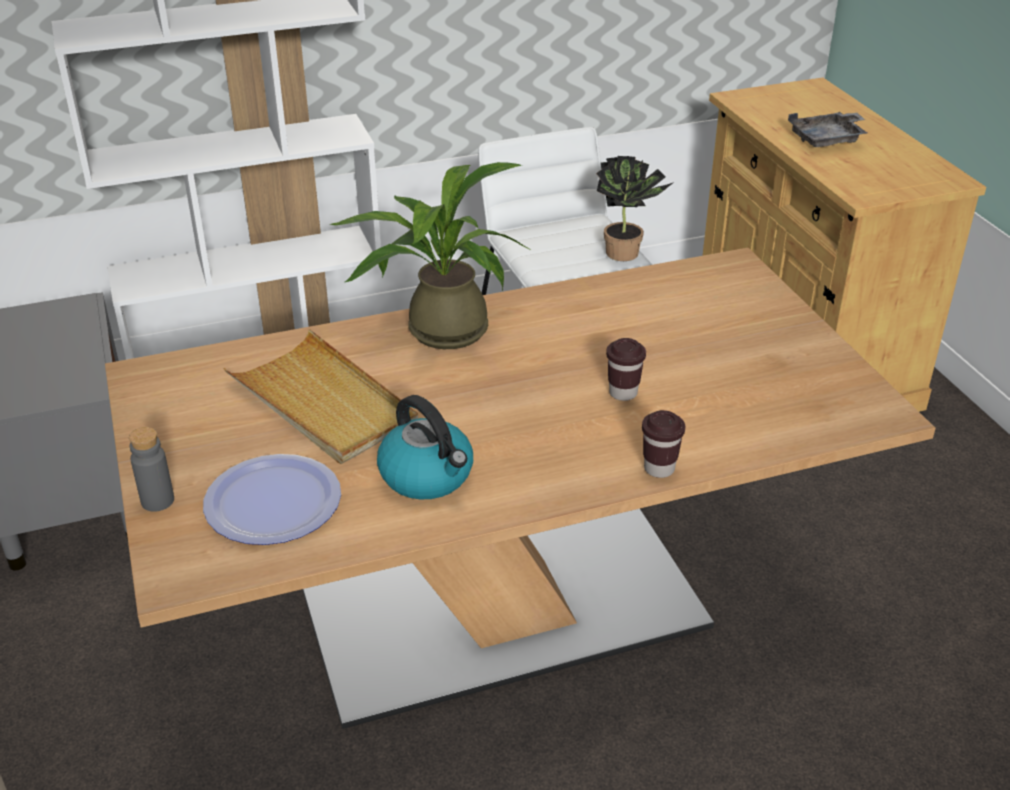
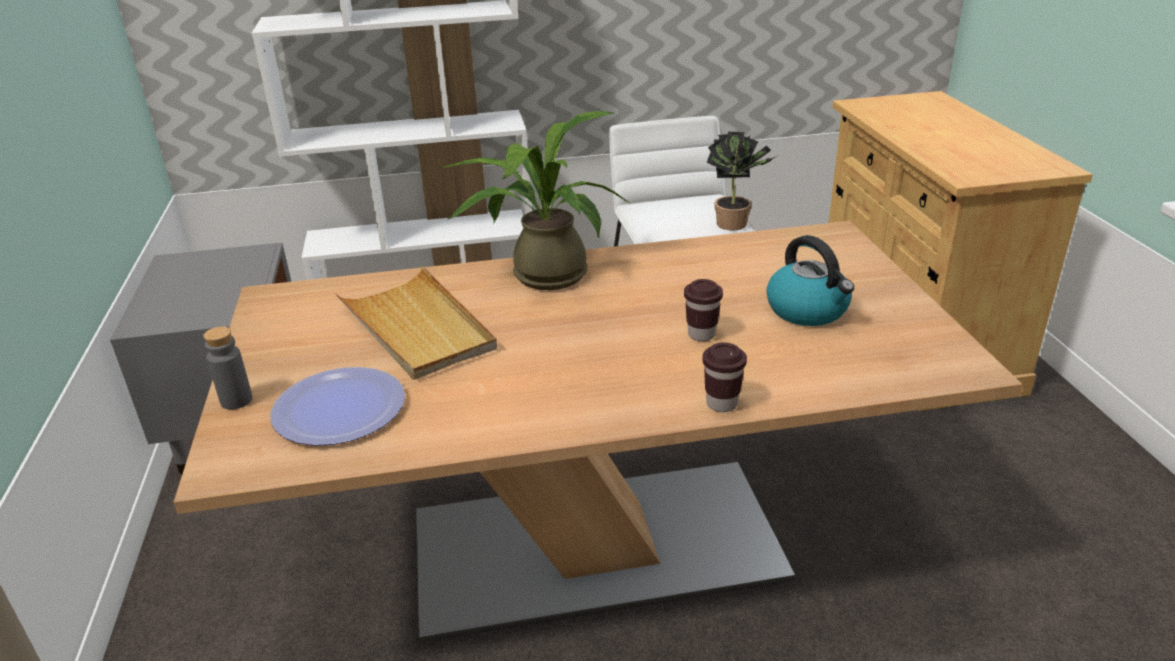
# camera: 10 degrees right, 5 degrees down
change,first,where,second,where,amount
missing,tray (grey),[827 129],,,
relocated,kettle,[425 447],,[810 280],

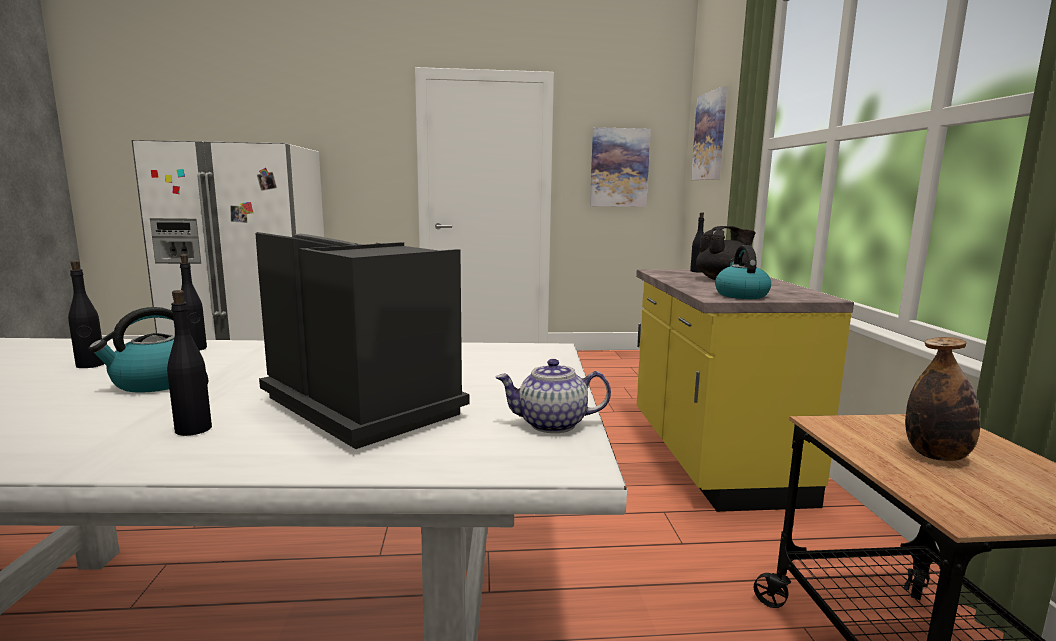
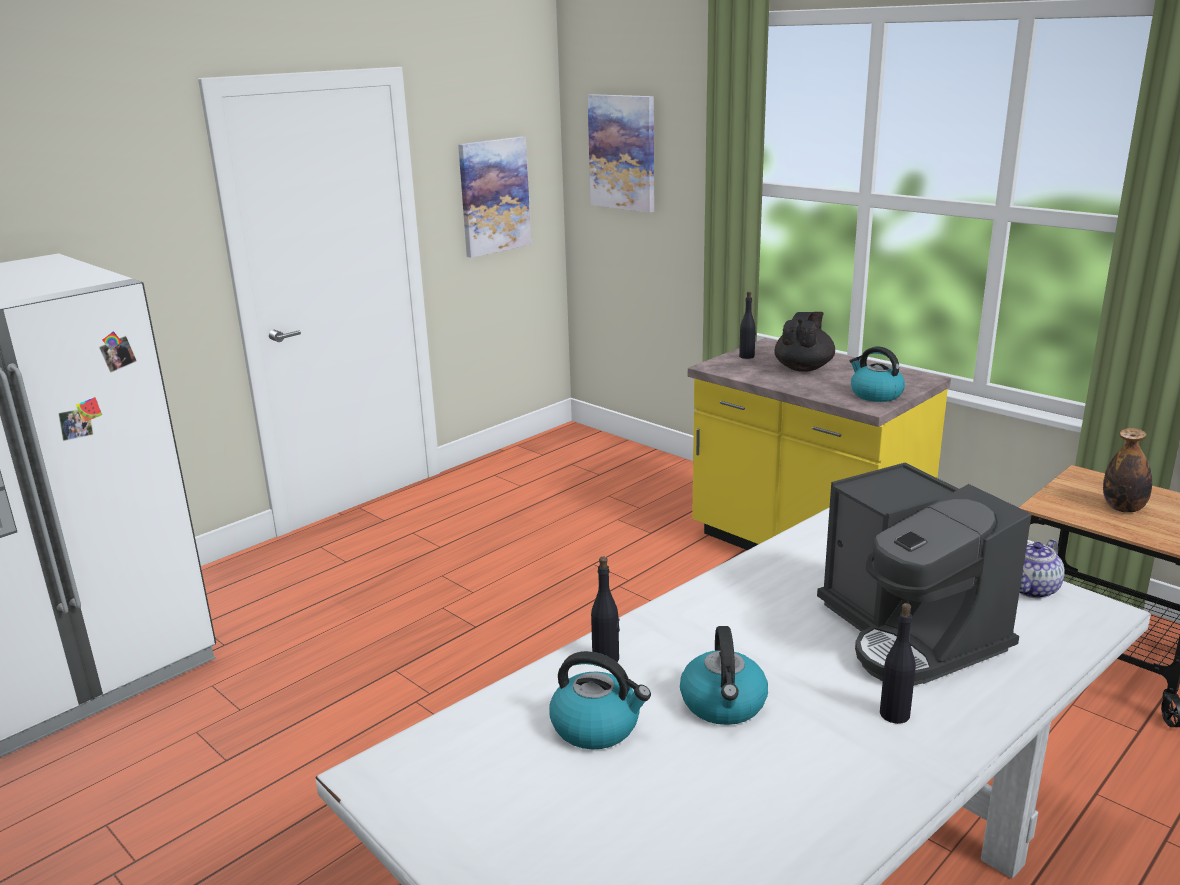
# camera: 40 degrees left, 10 degrees up
change,first,where,second,where,amount
spun,coffee machine,[363 340],,[924 574],120 degrees counterclockwise
exchanged,bottle (black),[86 314],kettle,[600 700],

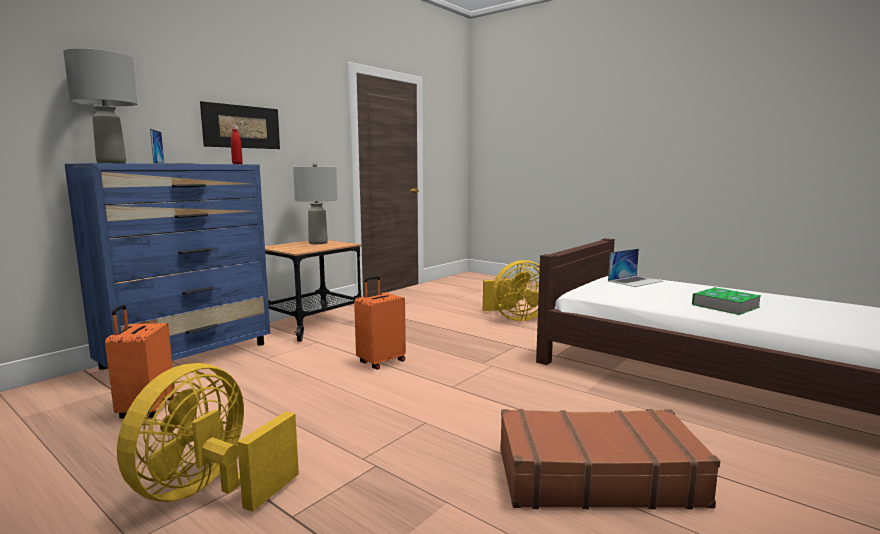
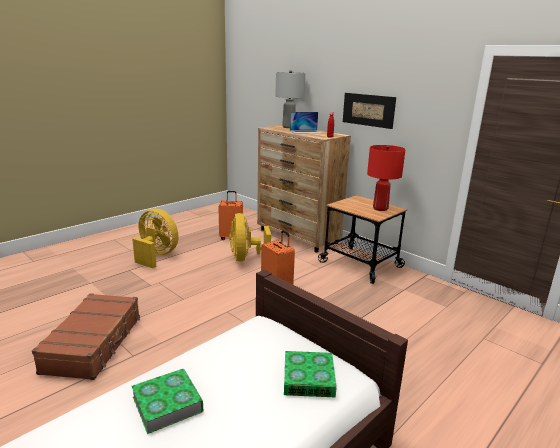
# camera: 95 degrees right, 10 degrees up
change,first,where,second,where,amount
colour,dresser (blue),[167 266],dresser (brown),[304 189],
colour,table lamp (grey),[315 203],table lamp (red),[386 178],
exchanged,laptop,[635 268],book,[310 374],
relocated,fan (yellow),[511 290],,[250 237],

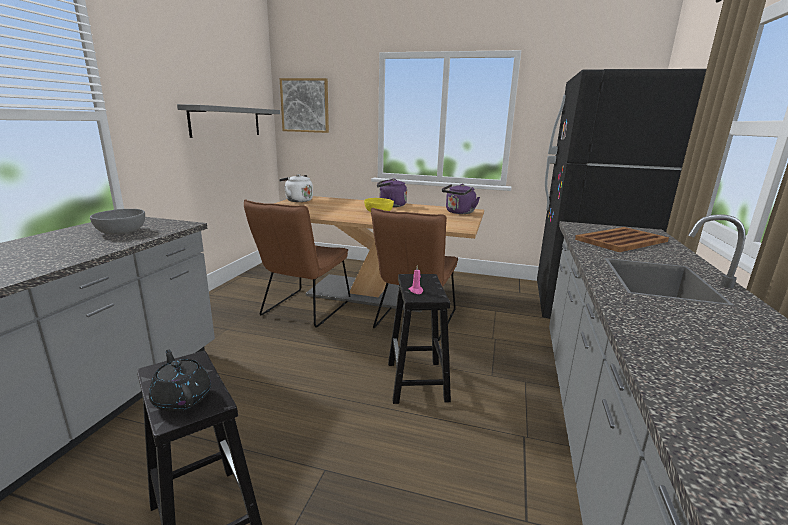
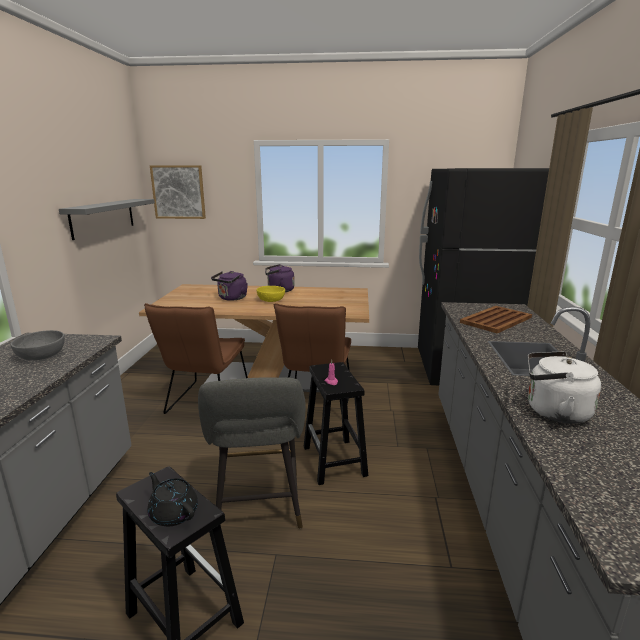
# camera: 10 degrees left, 0 degrees up
change,first,where,second,where,amount
relocated,kettle (white),[296 188],,[564 387],
relocated,kettle (purple),[461 199],,[229 286],
appeared,,,stool (grey),[252 453],

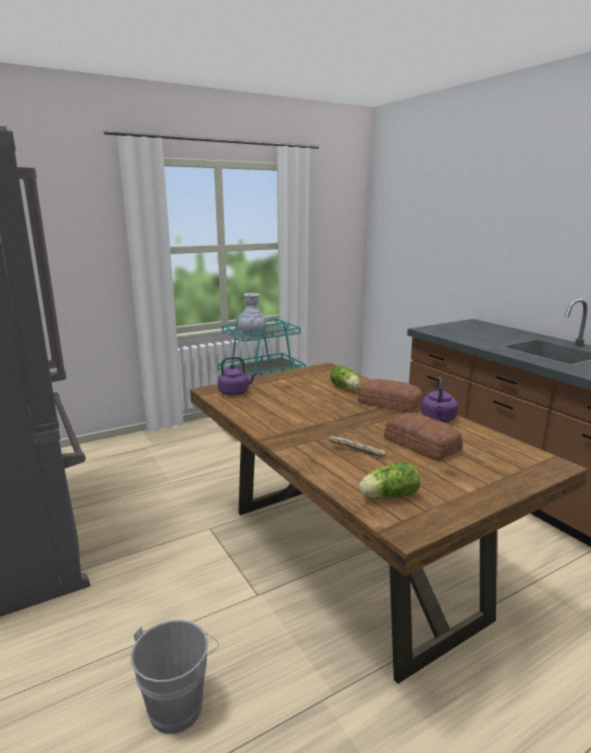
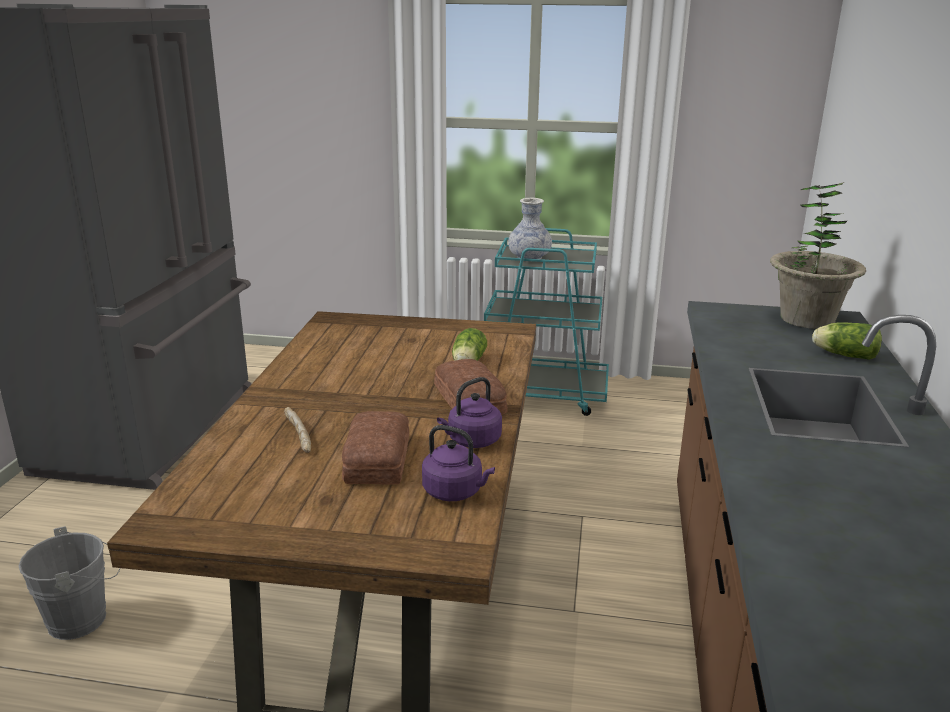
# camera: 40 degrees right, 5 degrees up
change,first,where,second,where,amount
relocated,kettle (purple),[237 376],,[458 463],
relocated,lettuce,[389 480],,[847 341],
appeared,,,potted plant,[818 255],

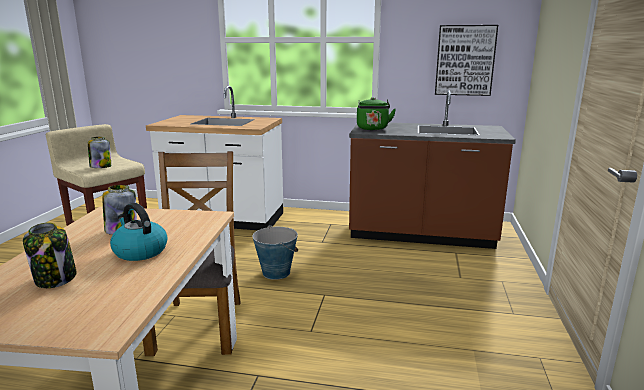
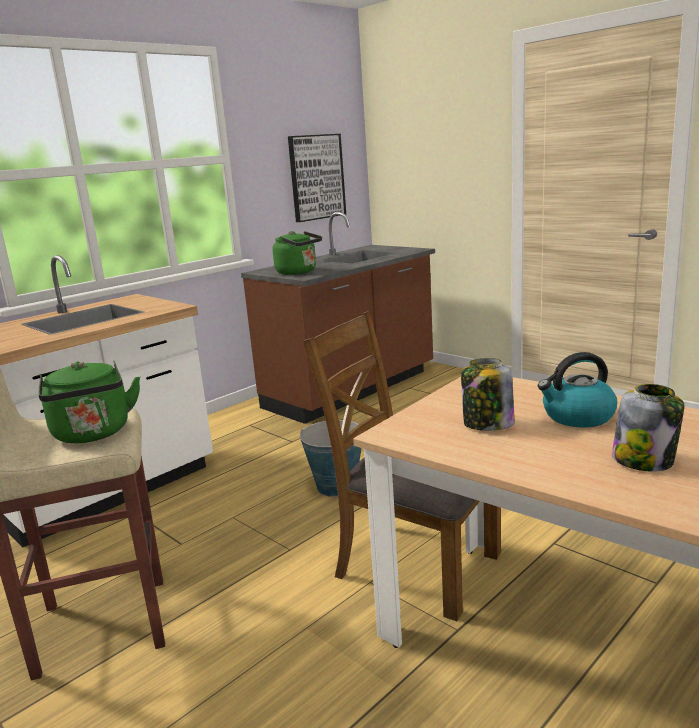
# camera: 55 degrees left, 0 degrees up
change,first,where,second,where,amount
exchanged,jar,[99 152],kettle (green),[89 401],

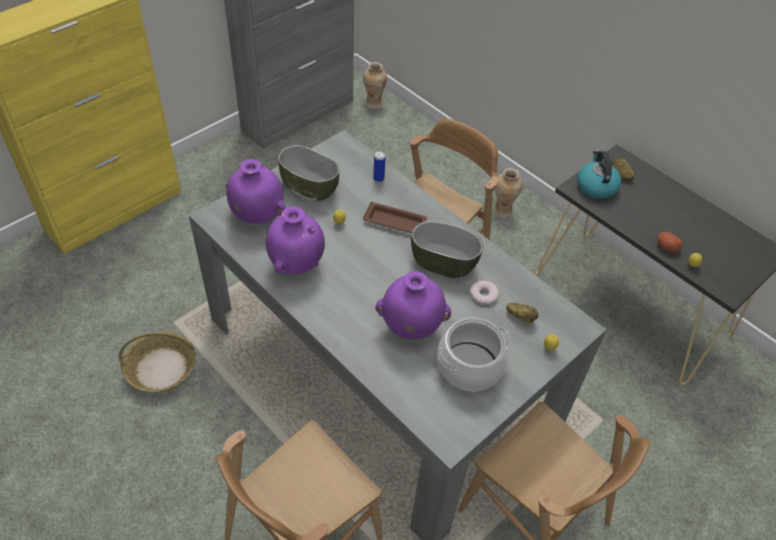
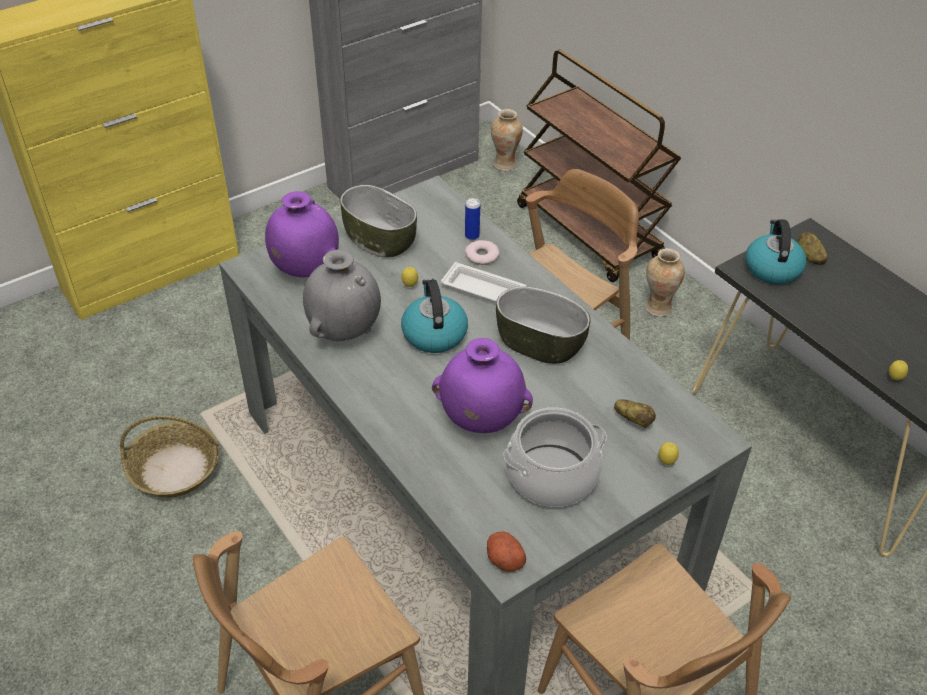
# camera: 10 degrees right, 5 degrees down
change,first,where,second,where,amount
colour,tray (brown),[395 217],tray (white),[483 282],
colour,vase (purple),[295 240],vase (grey),[342 295],
relocated,potato,[670 242],,[506 552],
relocated,donut,[484 292],,[482 252],
appeared,,,cart (brown),[599 166],
appeared,,,kettle,[434 315],

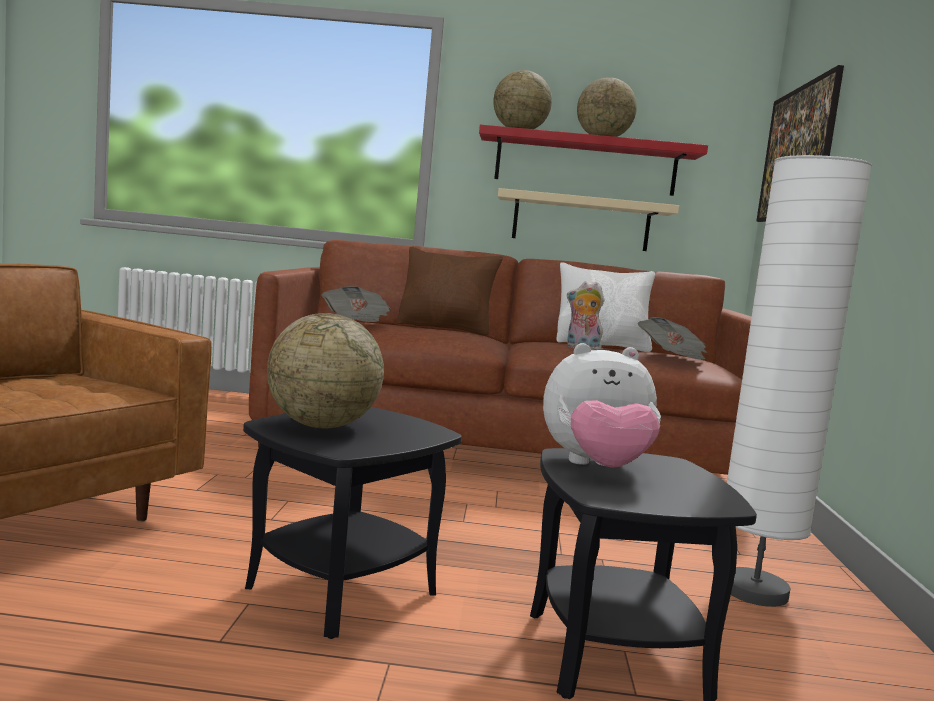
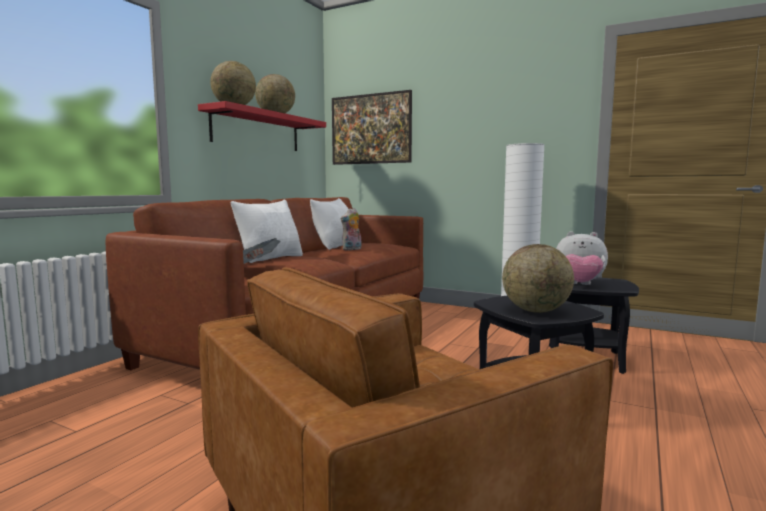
# camera: 65 degrees left, 0 degrees up
change,first,where,second,where,amount
missing,shelf (beige),[588 219],,,
colour,pillow (brown),[450 291],pillow (white),[267 231],
missing,newspaper,[673 338],,,
spun,plush toy,[602 405],,[582 258],90 degrees clockwise

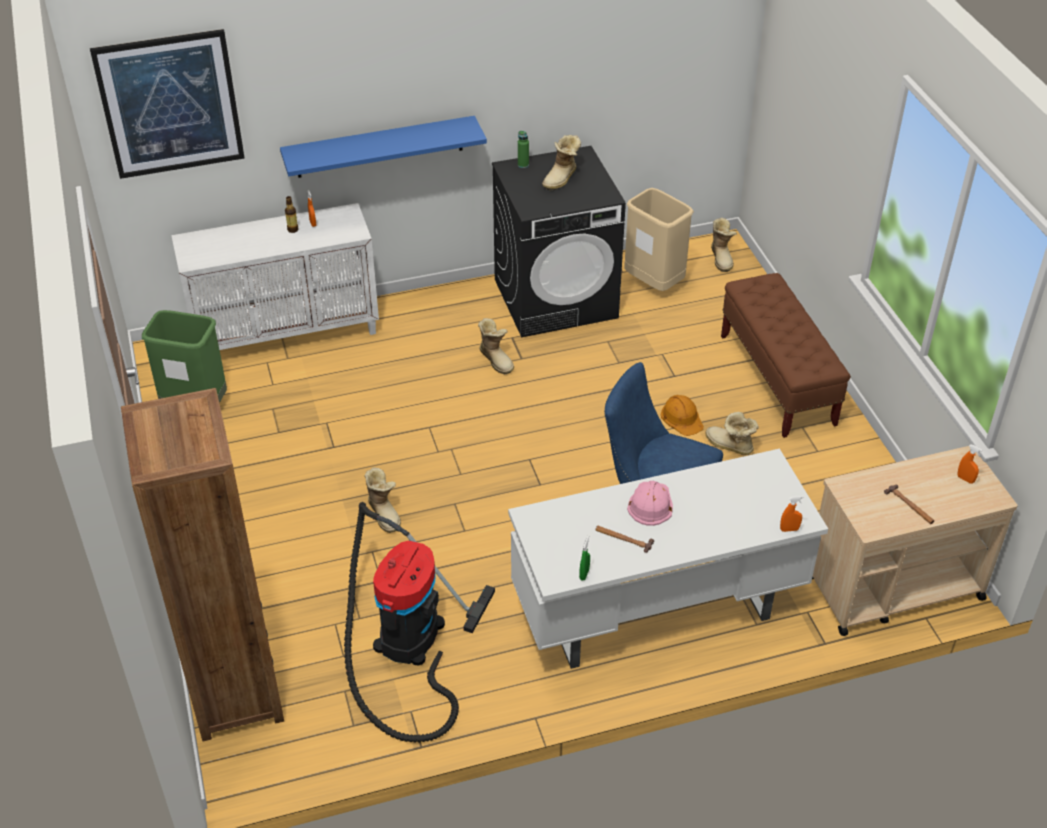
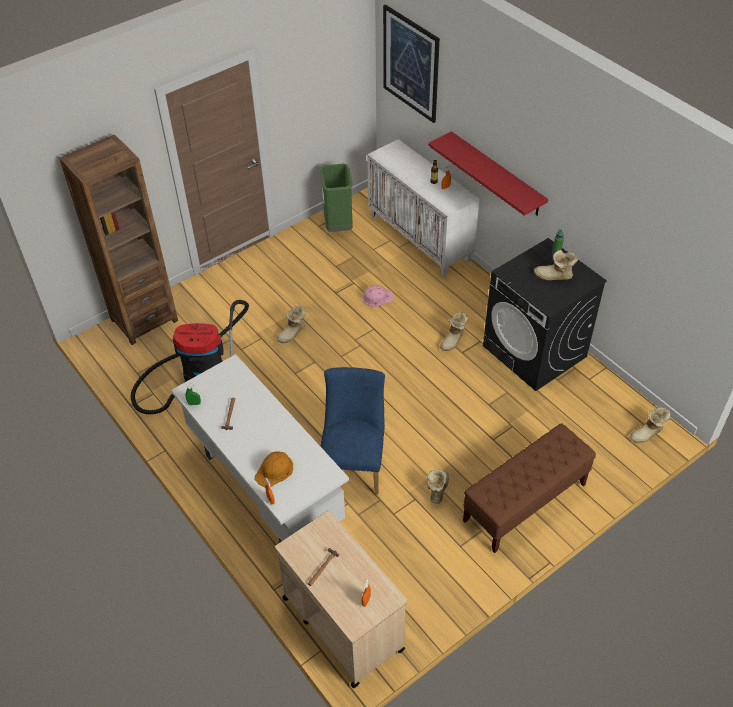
# camera: 70 degrees right, 5 degrees up
change,first,where,second,where,amount
colour,shelf (blue),[383 147],shelf (red),[488 173],
missing,trash can (beige),[659 239],,,
relocated,hard hat (orange),[682 415],,[273 469],
relocated,hard hat (pink),[650 503],,[378 296],

